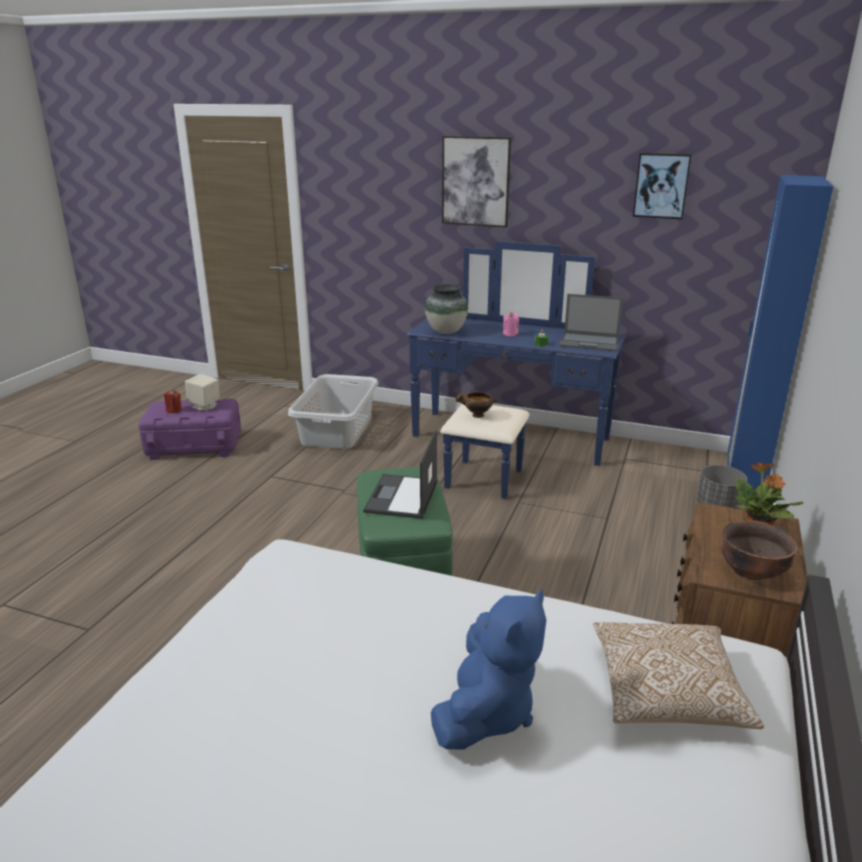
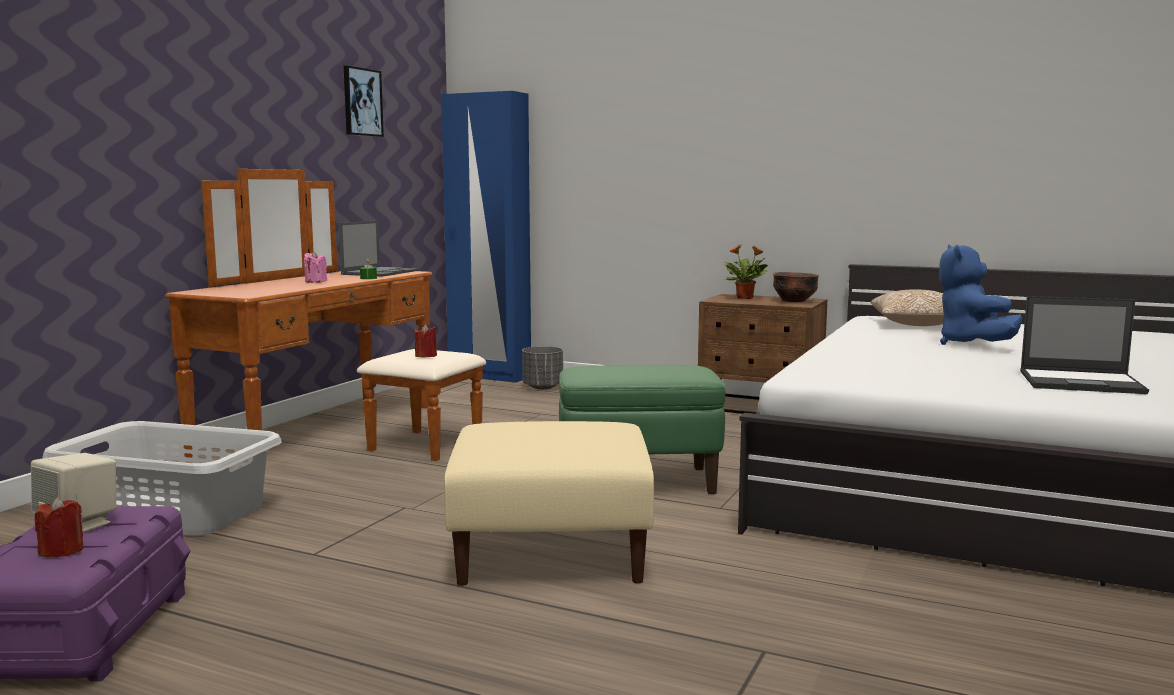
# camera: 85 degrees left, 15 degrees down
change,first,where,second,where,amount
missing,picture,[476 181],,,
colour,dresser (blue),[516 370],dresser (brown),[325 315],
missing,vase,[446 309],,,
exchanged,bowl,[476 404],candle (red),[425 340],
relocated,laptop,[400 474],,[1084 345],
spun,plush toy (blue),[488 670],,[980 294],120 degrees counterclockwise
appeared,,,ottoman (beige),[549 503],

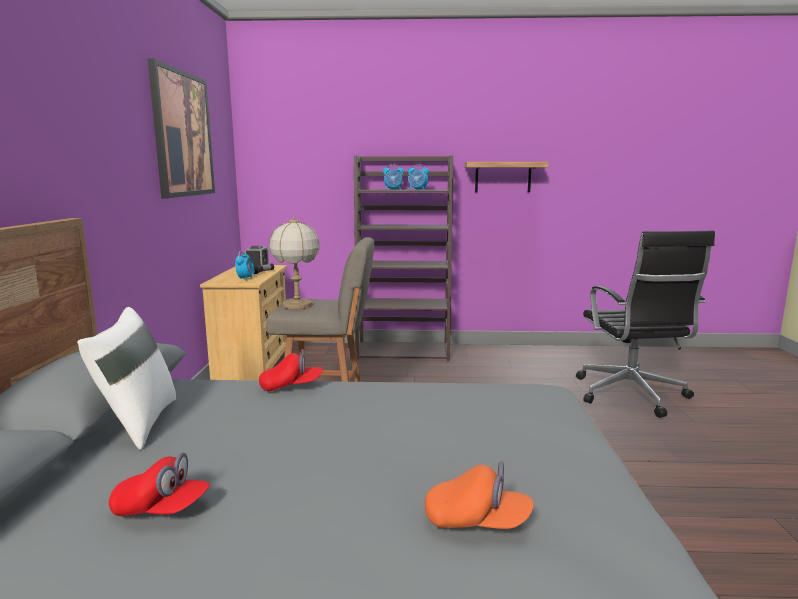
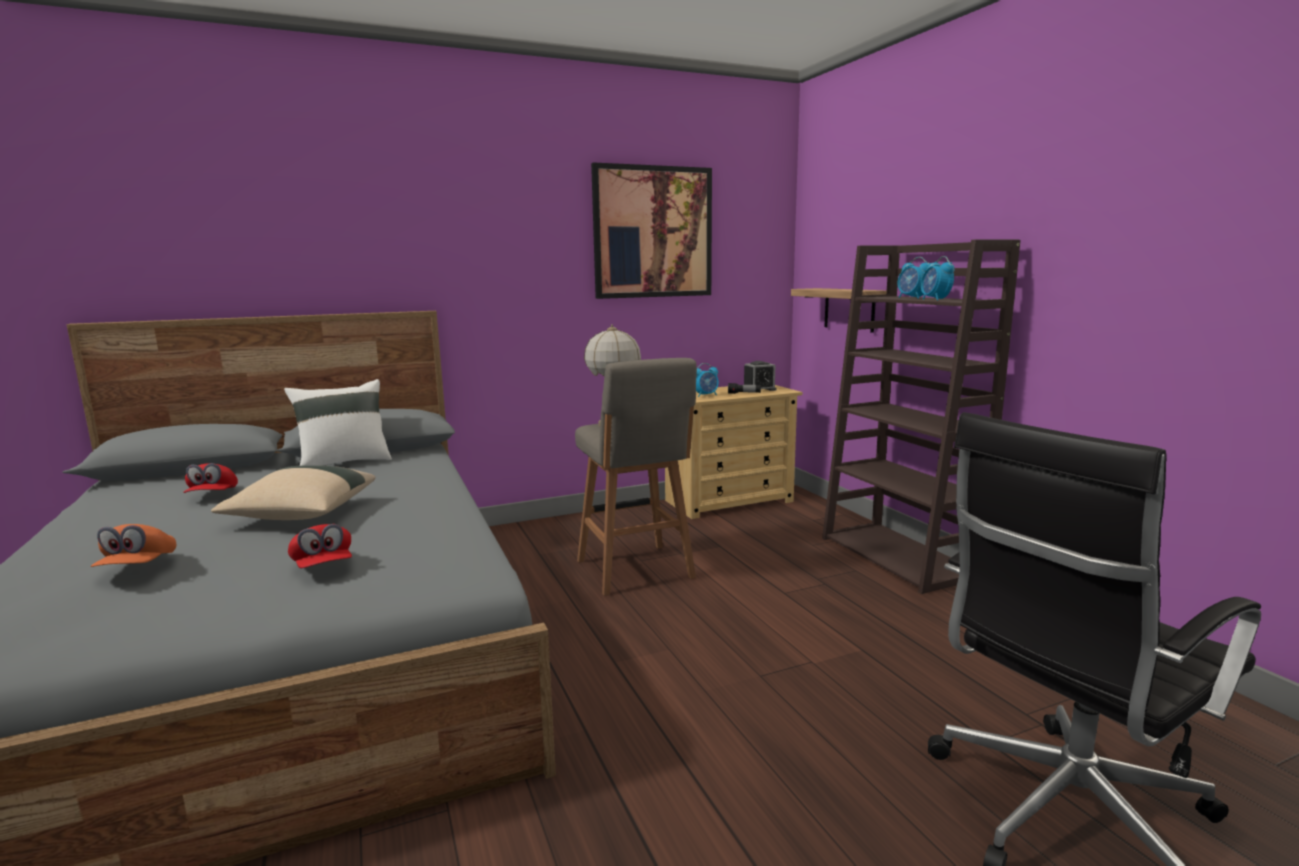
# camera: 65 degrees right, 0 degrees up
change,first,where,second,where,amount
relocated,shelf,[507 177],,[839 310],
relocated,cap (red),[291 370],,[320 546],
appeared,,,pillow (beige),[293 492],

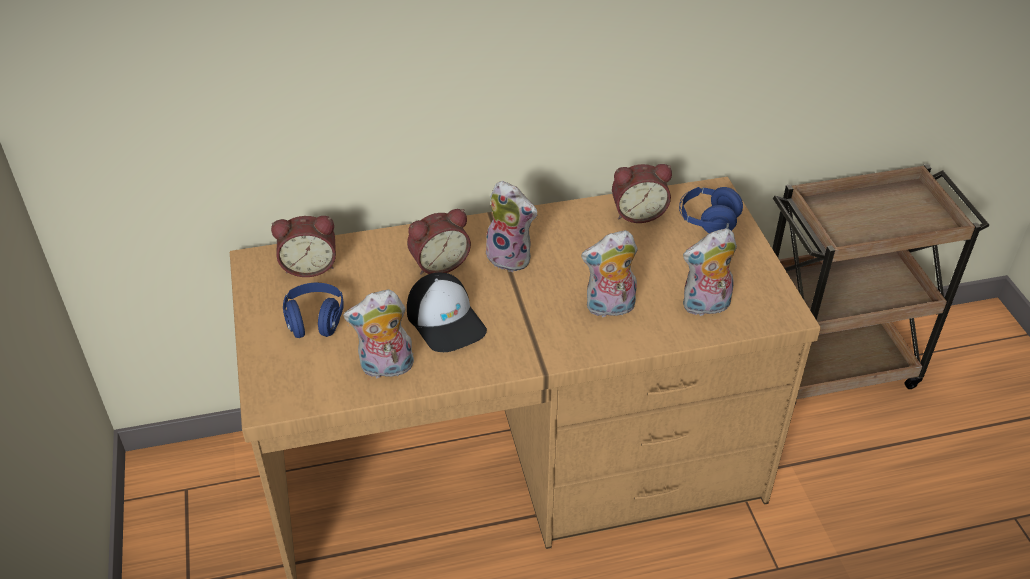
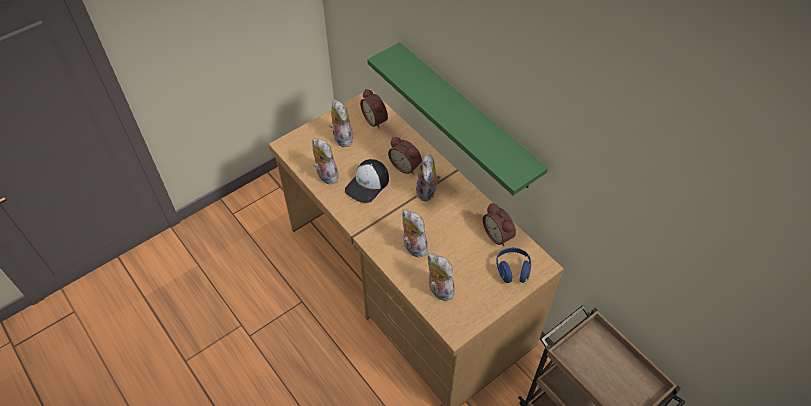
# camera: 65 degrees right, 10 degrees up
change,first,where,second,where,amount
exchanged,headphones (blue),[313 310],plush toy,[341 123],
appeared,,,shelf (green),[457 119],

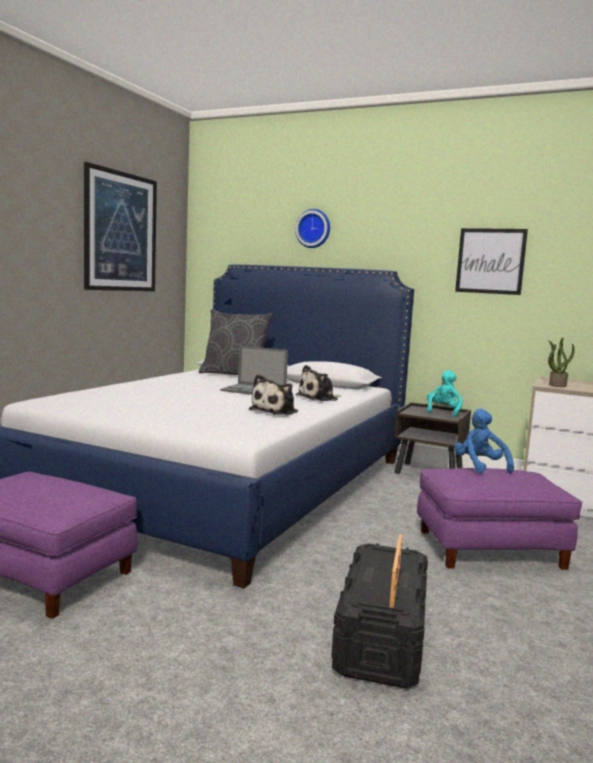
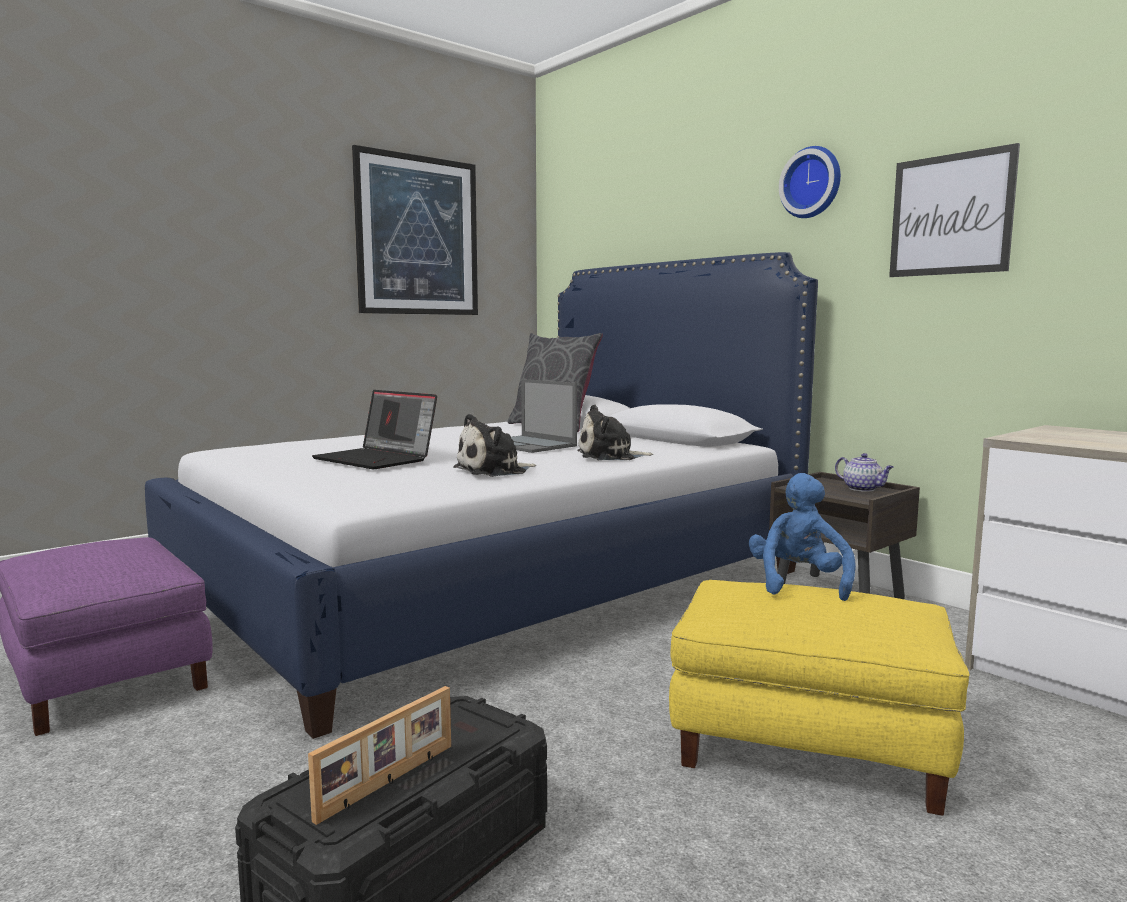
# camera: 25 degrees right, 0 degrees up
change,first,where,second,where,amount
relocated,wall clock,[312 228],,[810 182],
missing,potted plant,[561 362],,,
exchanged,plush toy (turquoise),[445 393],teapot,[864 472],
colour,ottoman (purple),[500 519],ottoman (yellow),[819 698],
appeared,,,laptop,[374 429],

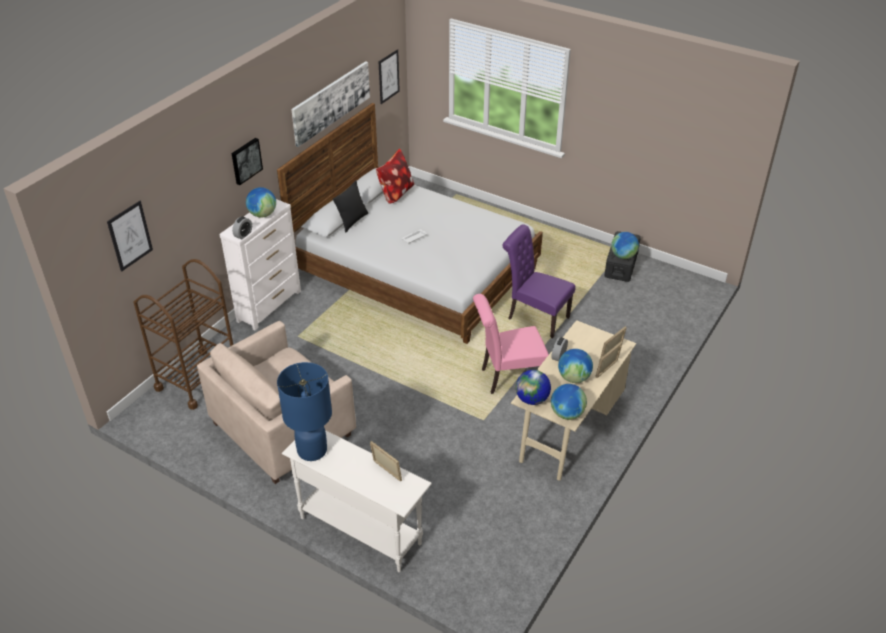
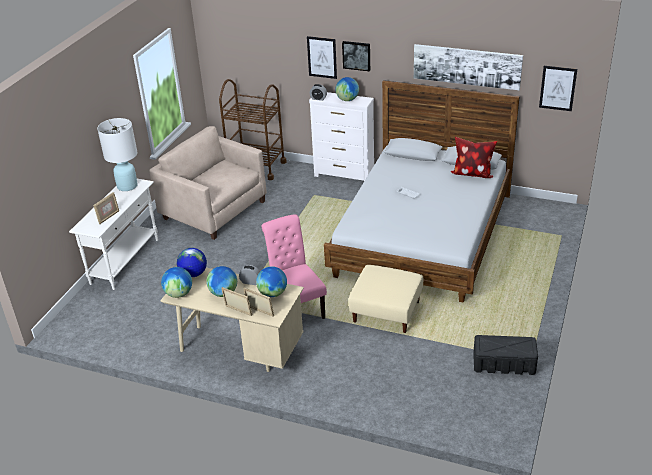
# camera: 80 degrees right, 5 degrees down
change,first,where,second,where,amount
missing,pillow (black),[350 206],,,
relocated,picture,[130 236],,[322 57],
exchanged,chair (purple),[539 281],ottoman (beige),[386 299],
relocated,globe,[625 245],,[271 281],
colour,table lamp (blue),[304 411],table lamp (white),[117 154],

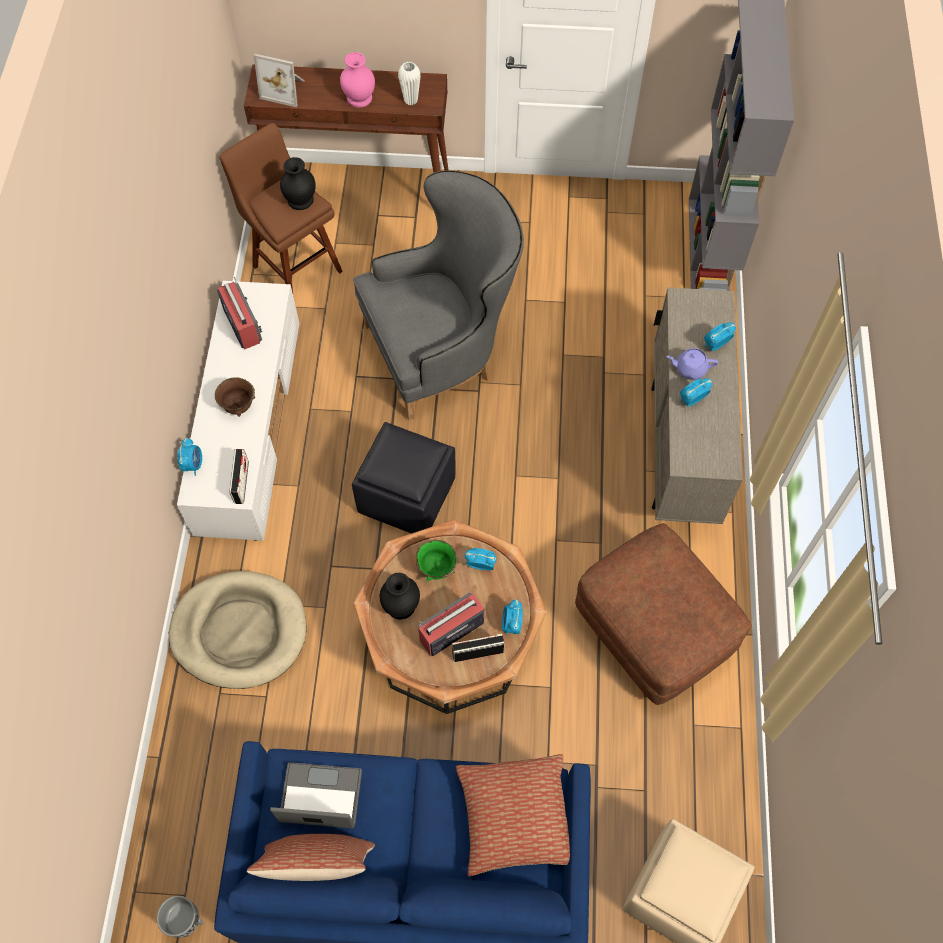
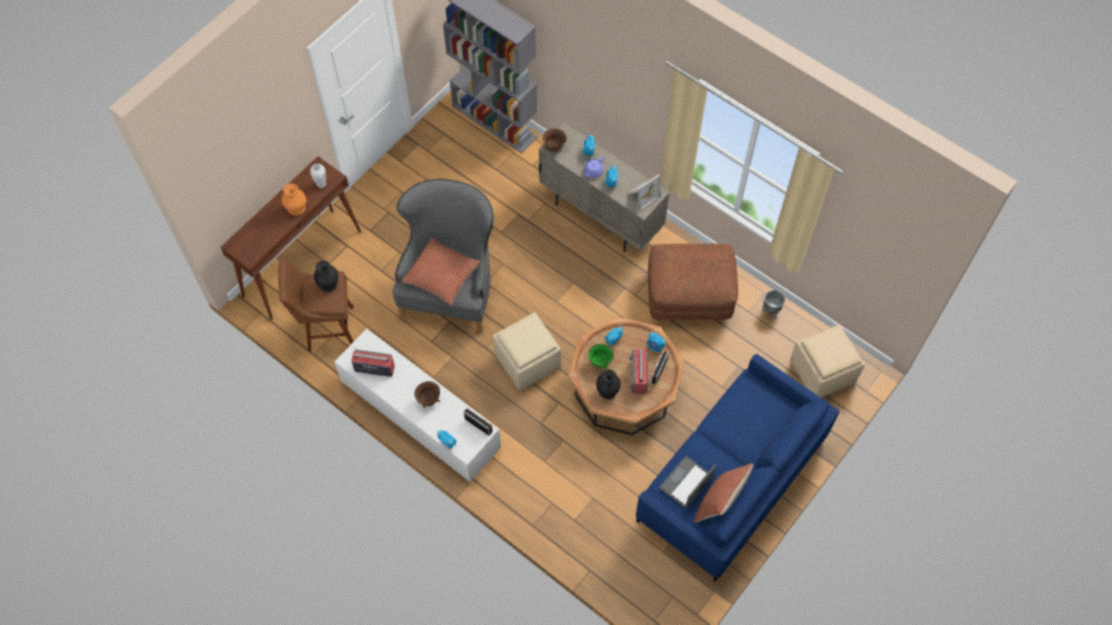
# camera: 55 degrees left, 0 degrees up
change,first,where,second,where,amount
colour,vase (pink),[357 79],vase (orange),[293 200],
relocated,picture frame,[279 80],,[644 192],
colour,ottoman (black),[403 478],ottoman (beige),[527 351],
missing,dog bed (beige),[238 630],,,
relocated,pillow,[513 815],,[441 272],
relocated,planter (grey),[180 917],,[773 304],
appeared,,,bowl (brown),[554 140],

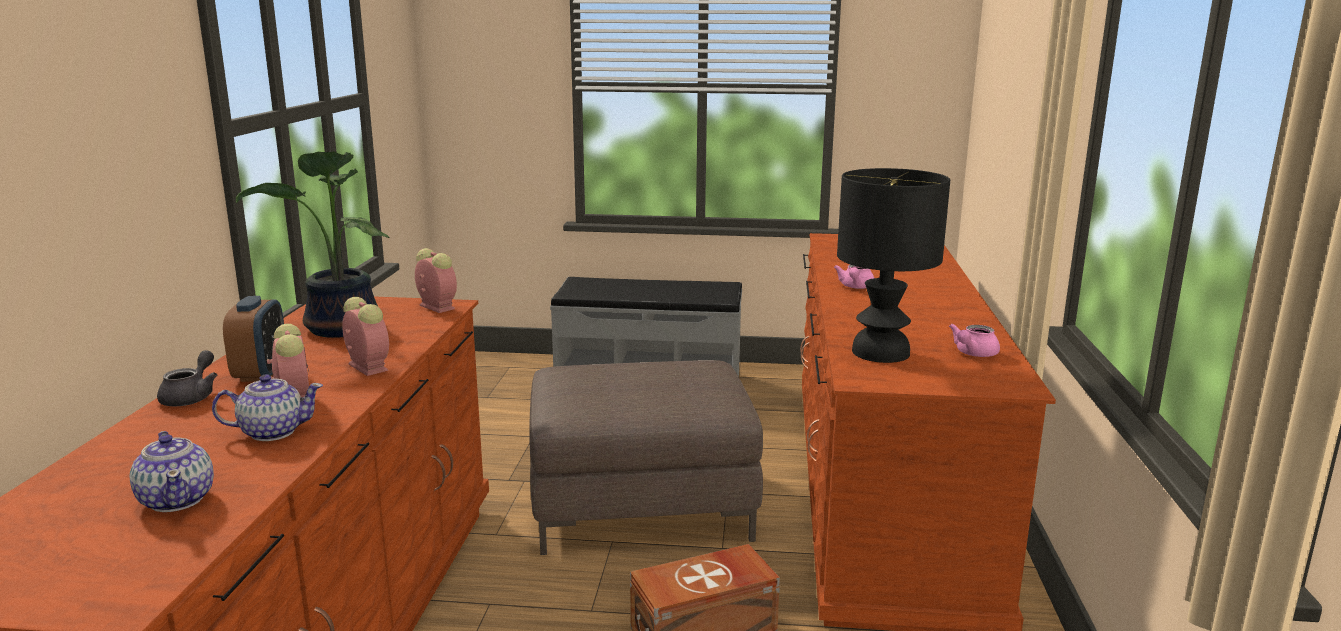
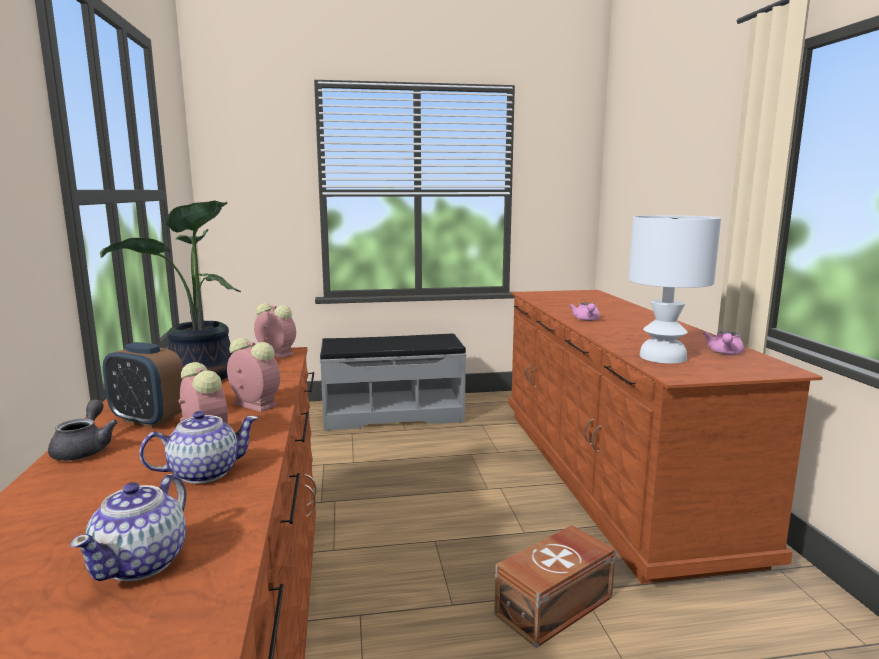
# camera: 15 degrees left, 5 degrees down
change,first,where,second,where,amount
colour,table lamp (black),[893 265],table lamp (white),[674 289],
spun,alarm clock,[253 339],,[143 385],135 degrees clockwise
missing,ottoman (brown),[646 457],,,
spun,teapot,[171 471],,[128 527],60 degrees clockwise

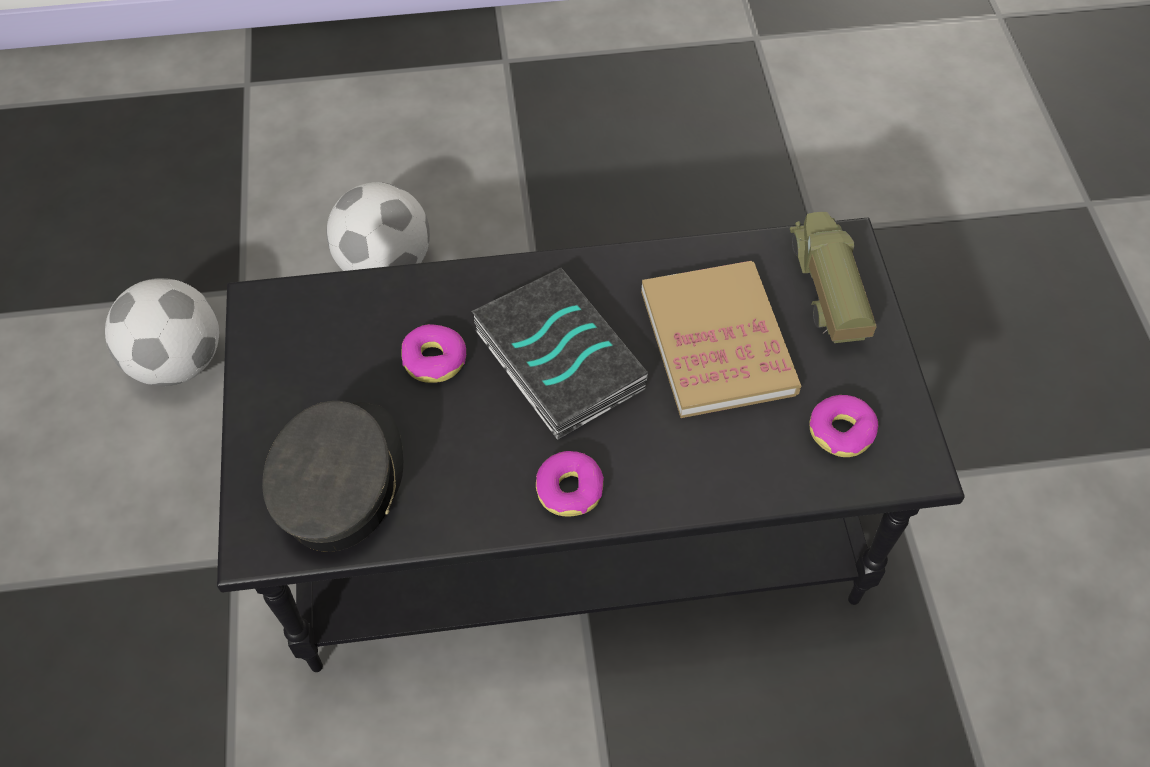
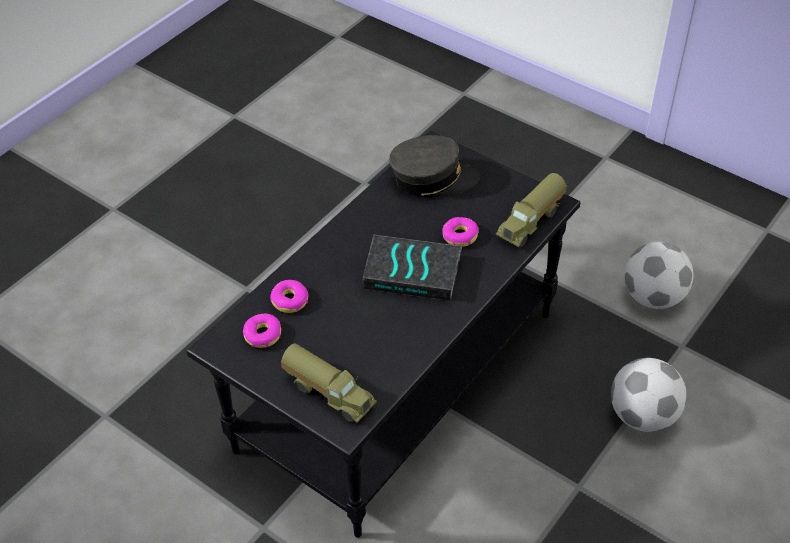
# camera: 135 degrees right, 10 degrees down
change,first,where,second,where,amount
missing,book,[721 339],,,
spun,cap (grey),[332 476],,[434 166],60 degrees counterclockwise
relocated,donut,[570 484],,[289 296],
appeared,,,toy truck,[531 210],

